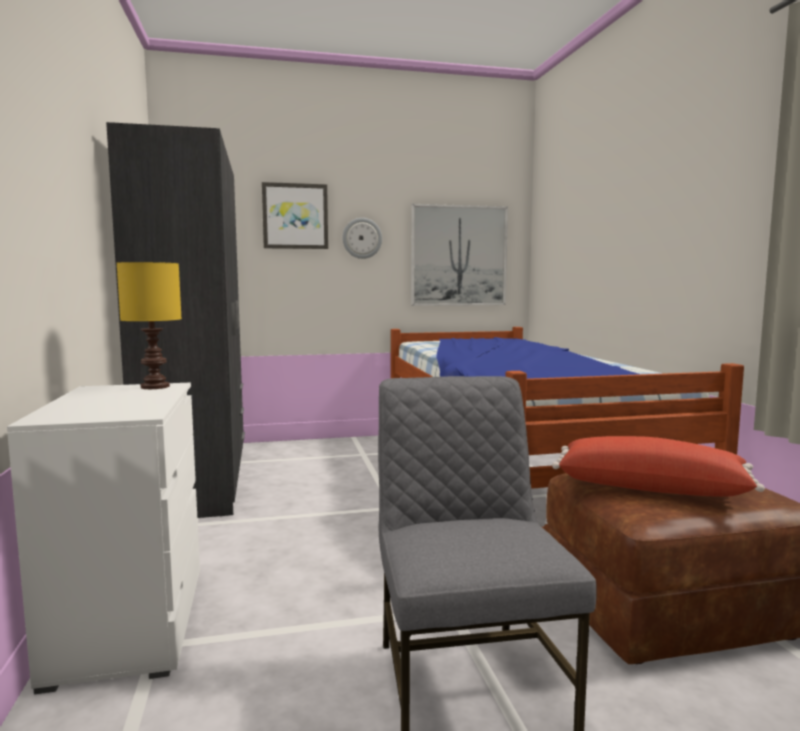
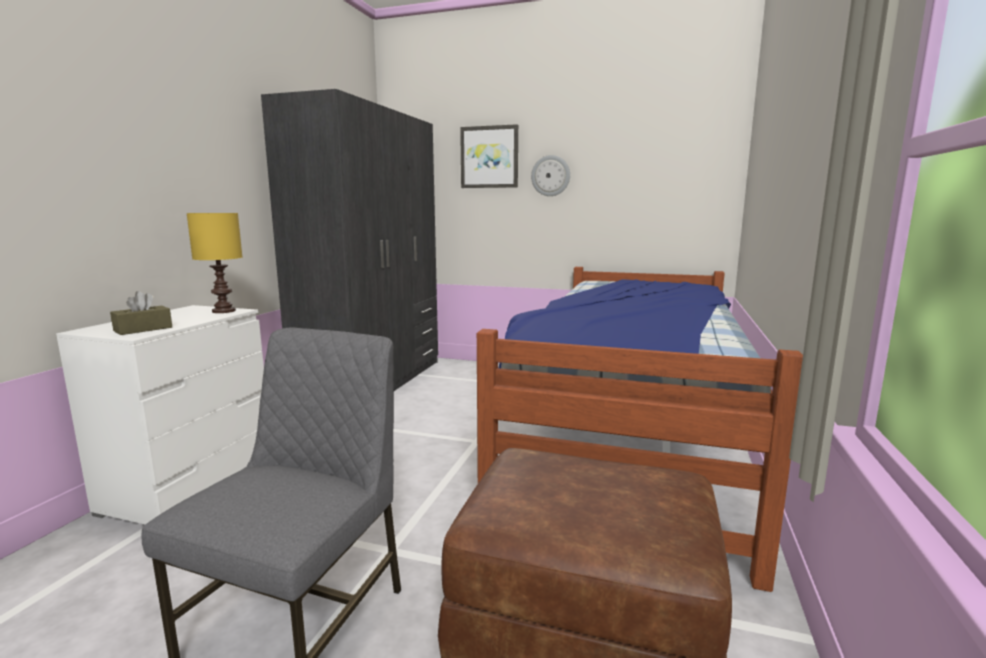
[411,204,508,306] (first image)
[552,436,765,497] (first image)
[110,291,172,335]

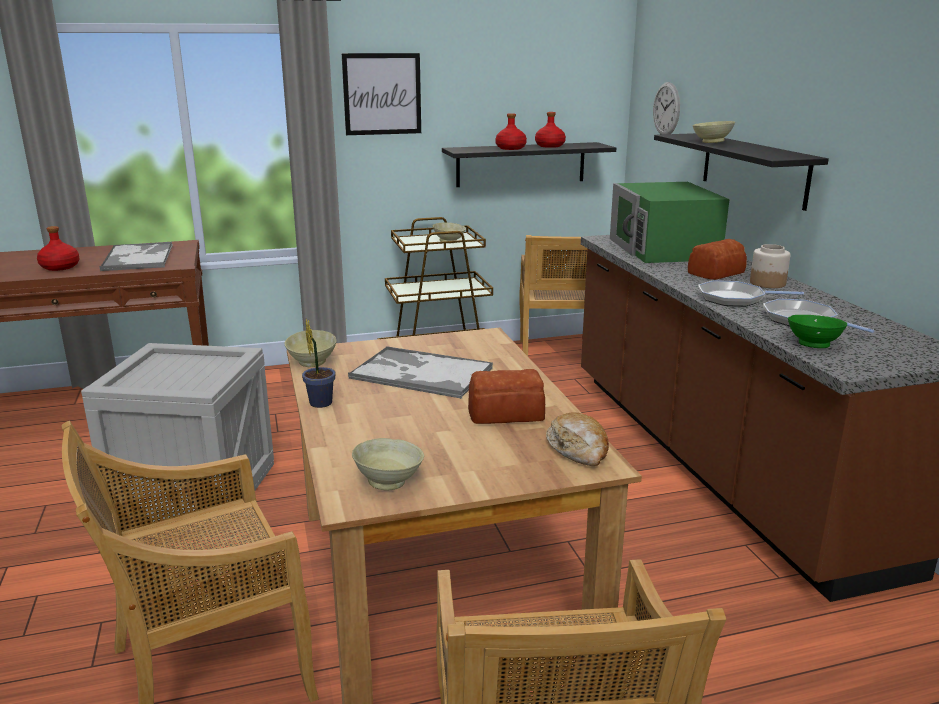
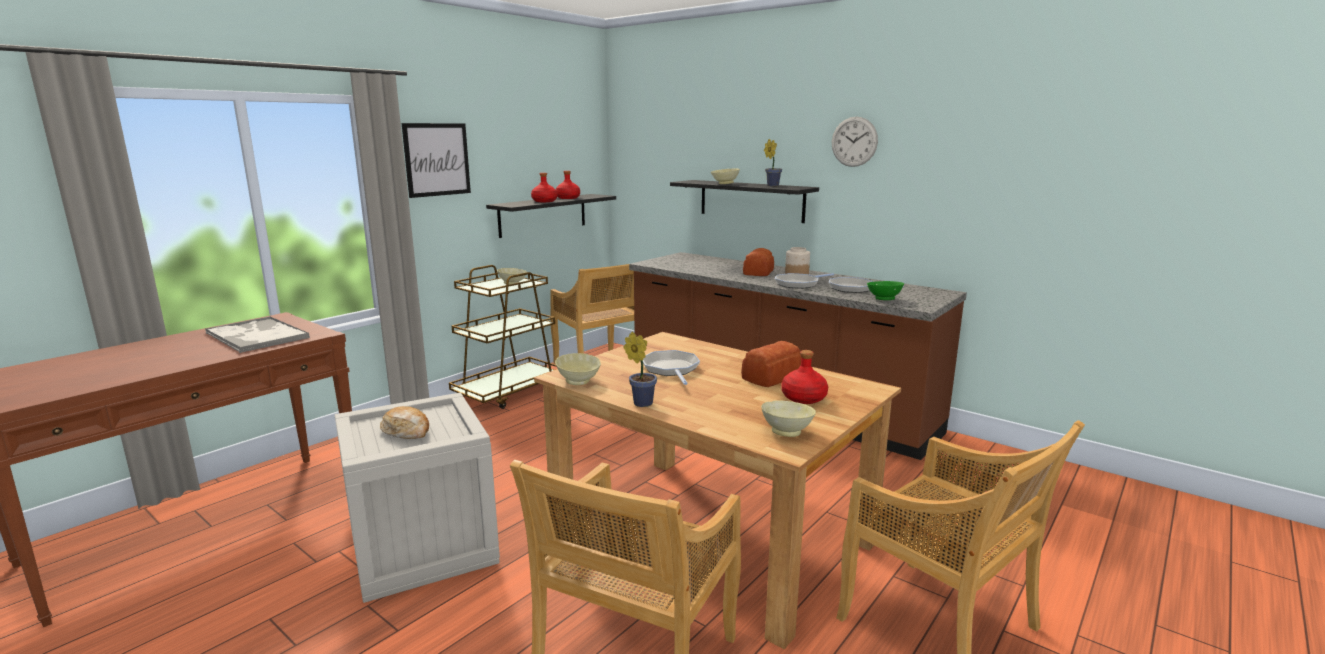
[781,350,828,404]
[643,350,700,385]
[380,406,429,439]
[610,182,730,263] (first image)
[832,117,878,167]
[764,139,782,186]

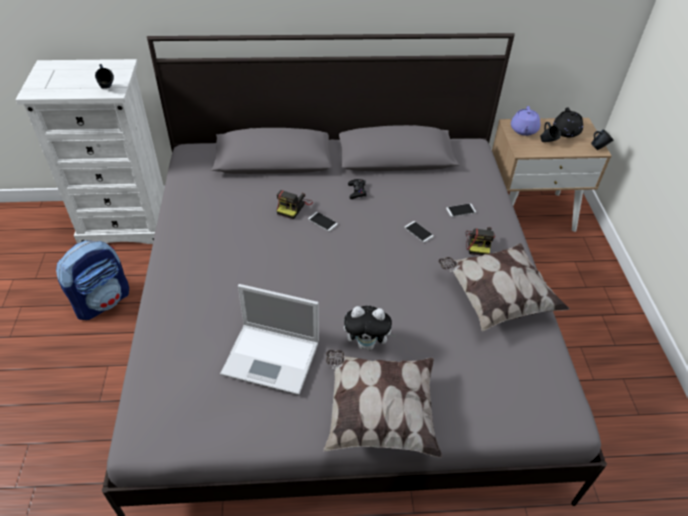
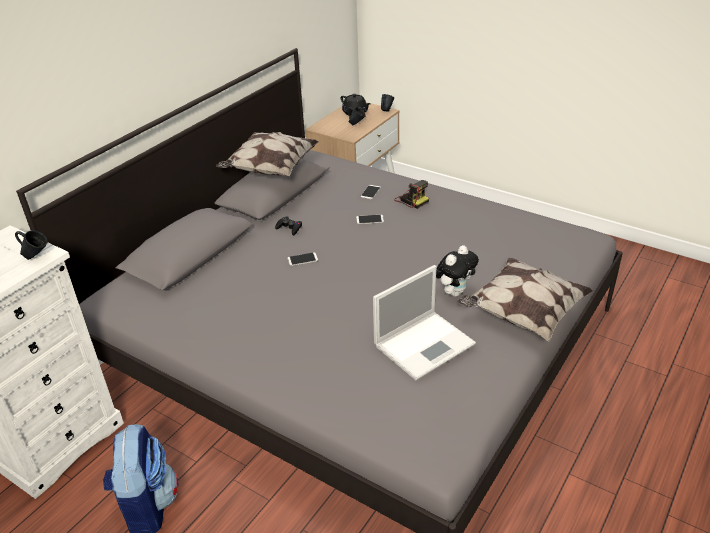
[277,190,313,219] (first image)
[216,132,319,176]
[511,106,540,136] (first image)

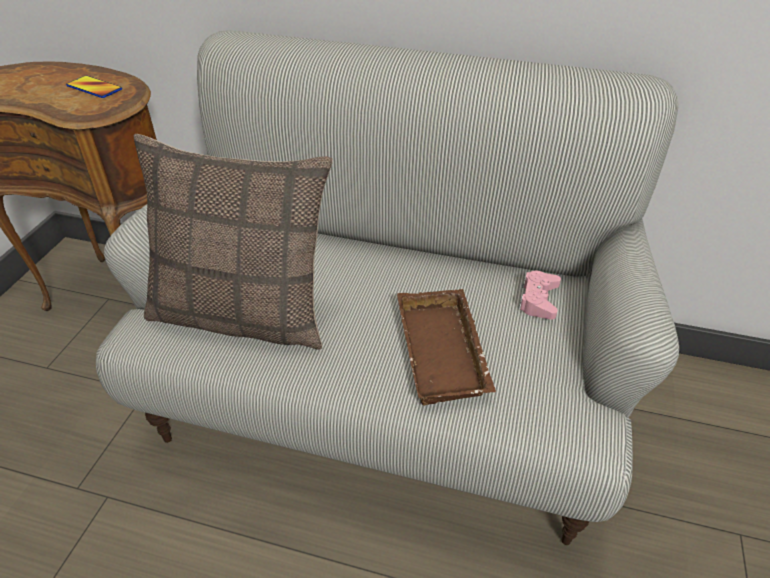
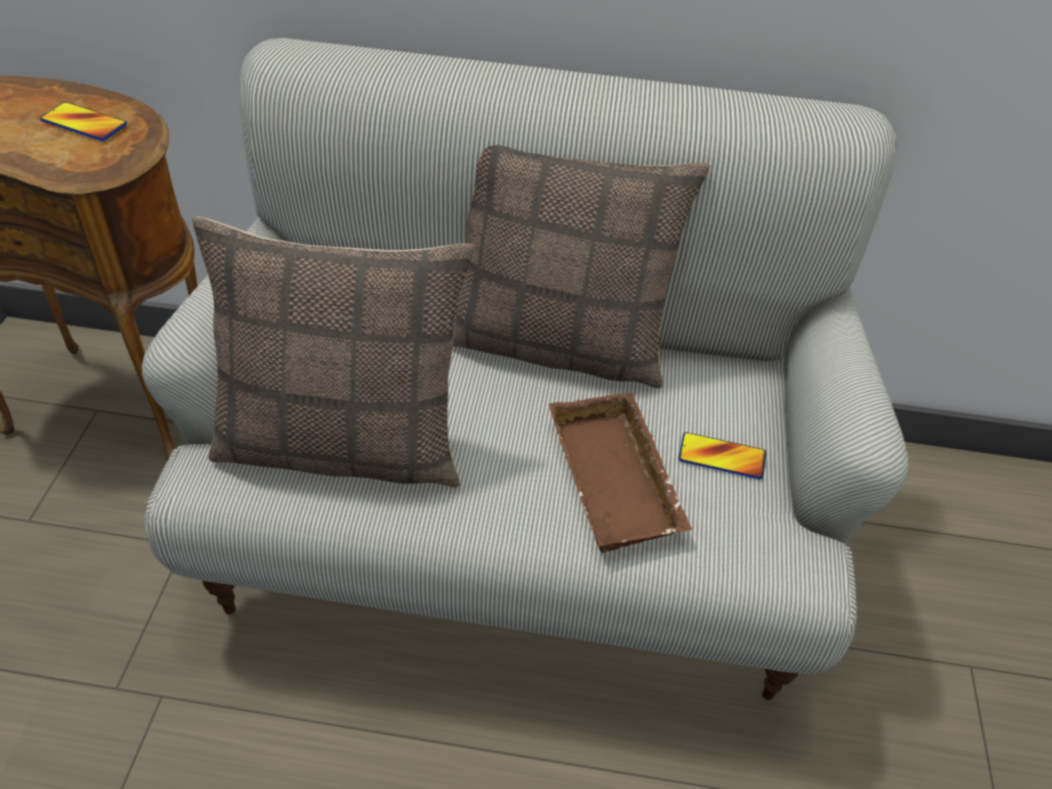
[518,270,561,320] (first image)
[453,145,710,389]
[679,432,766,479]

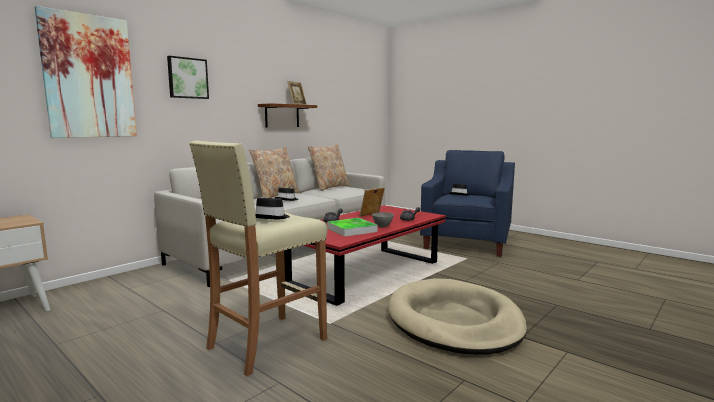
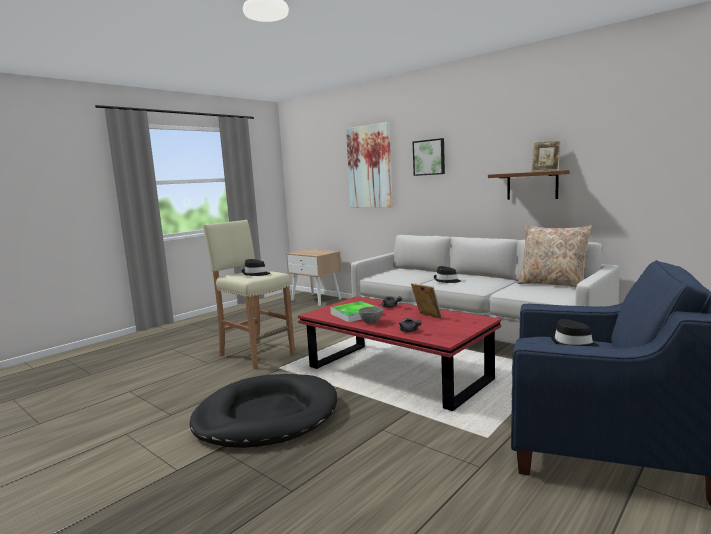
[249,147,300,198] (first image)
[189,374,337,448]

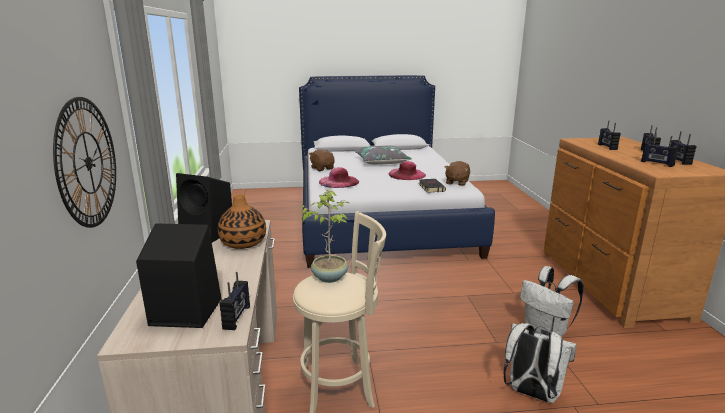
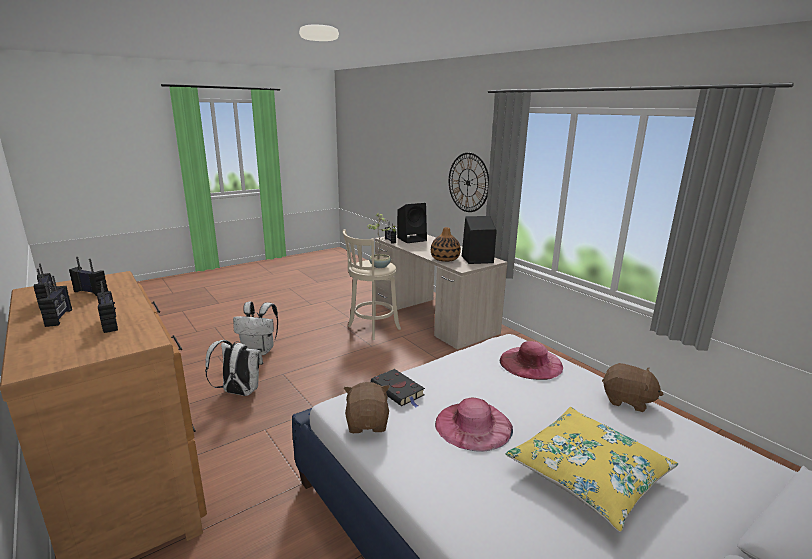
[505,407,678,532]

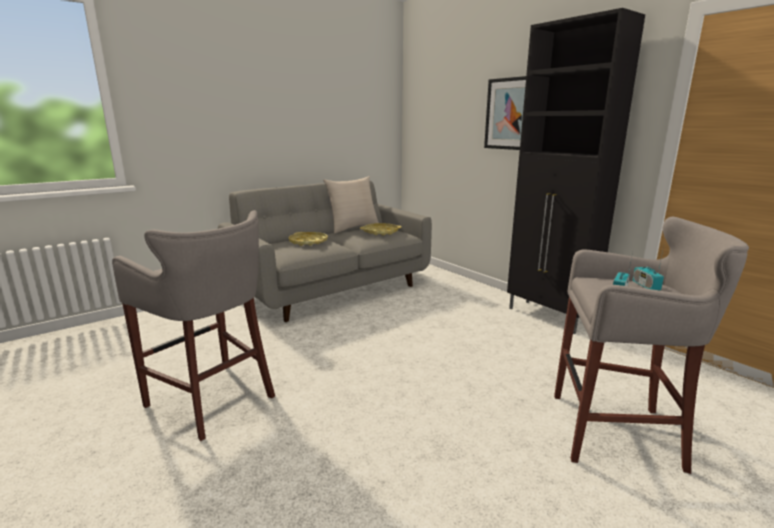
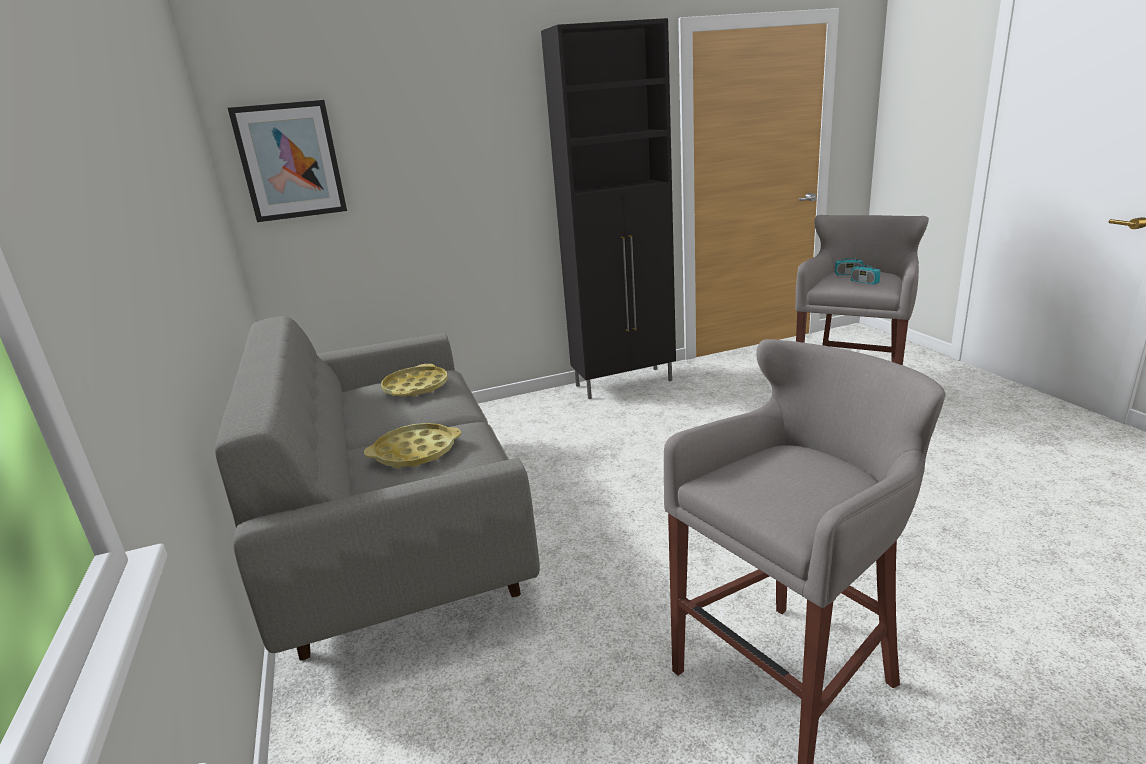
[323,176,379,233] (first image)
[228,100,347,222]

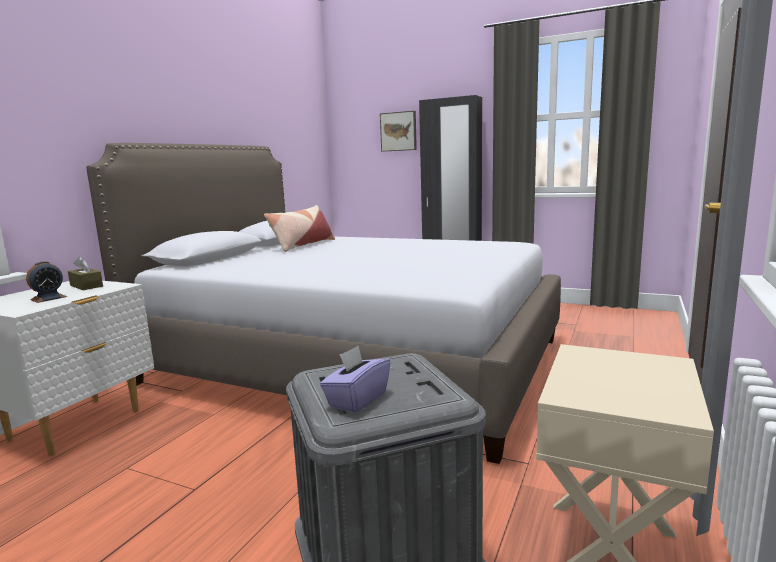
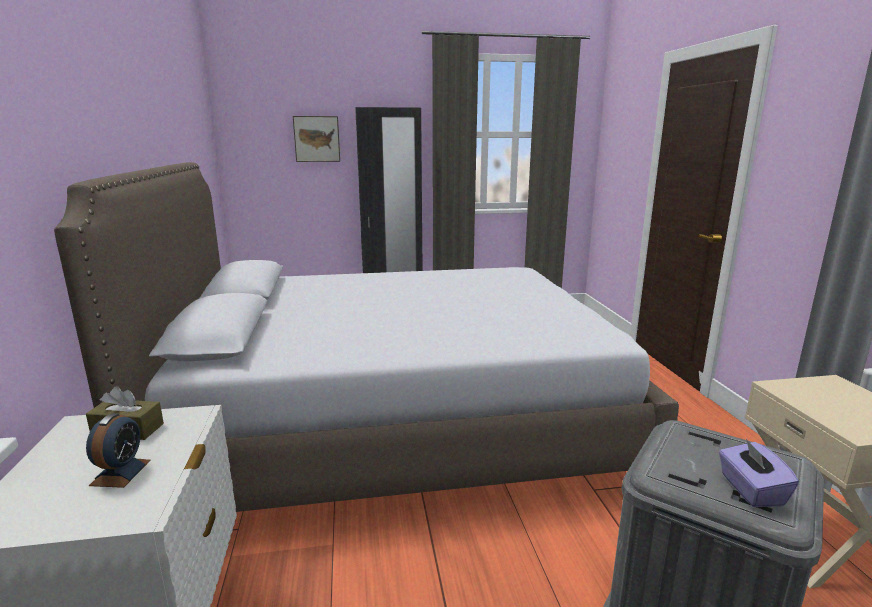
[264,205,335,252] (first image)

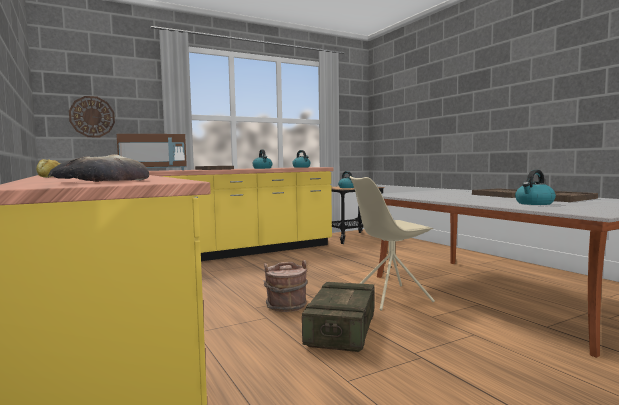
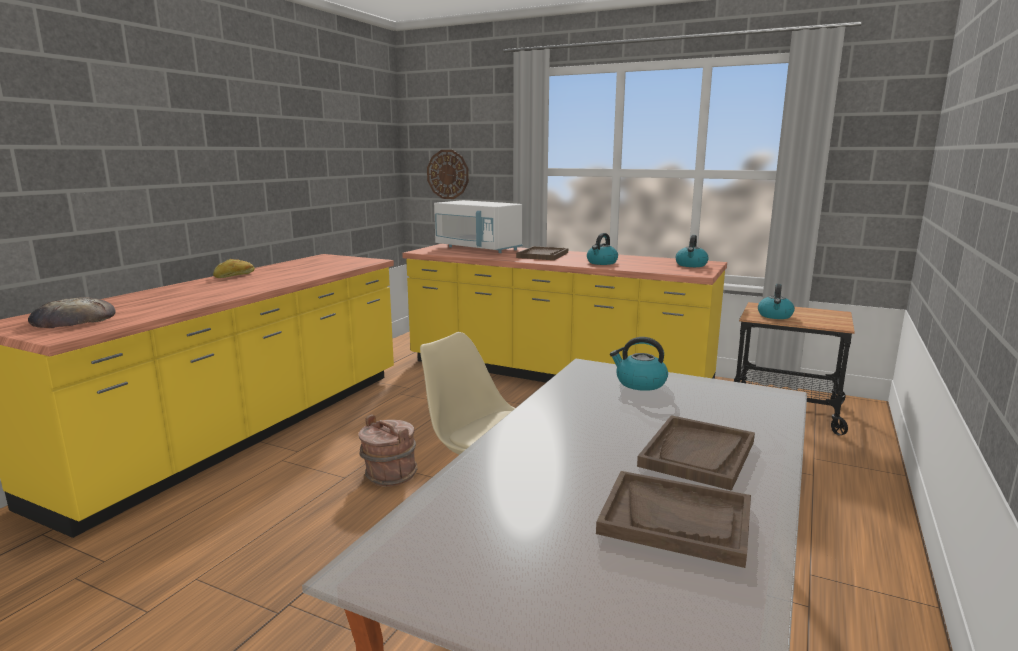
[434,200,523,253]
[302,282,374,352] (first image)
[610,337,668,391]

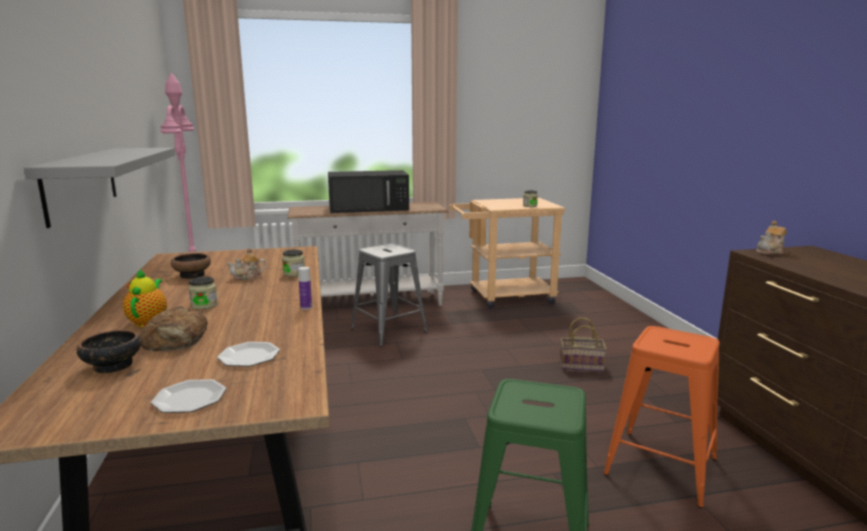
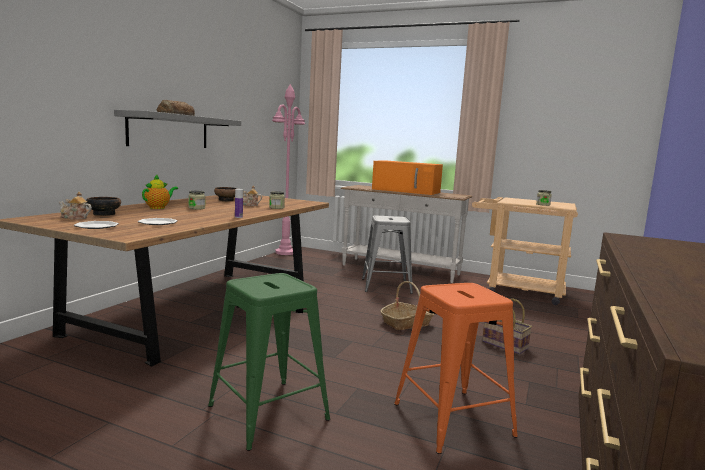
[157,100,195,116]
[372,160,443,195]
[59,192,92,219]
[380,281,434,330]

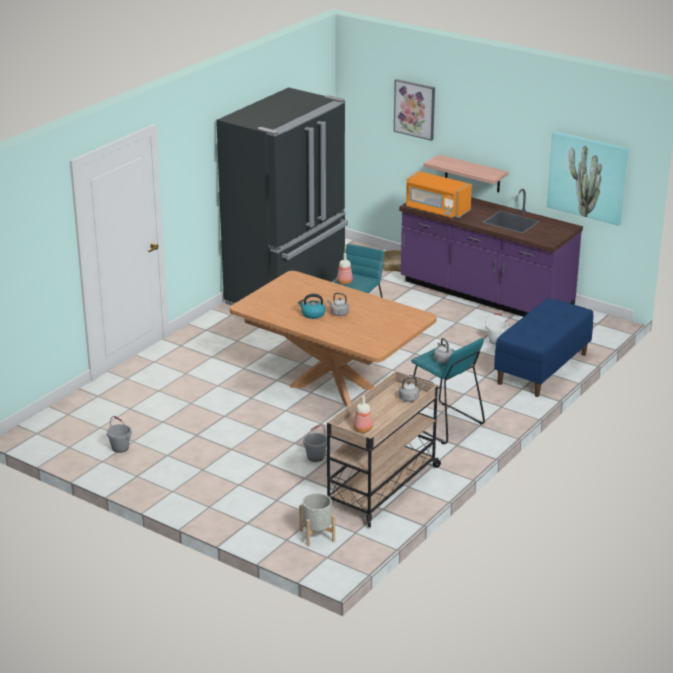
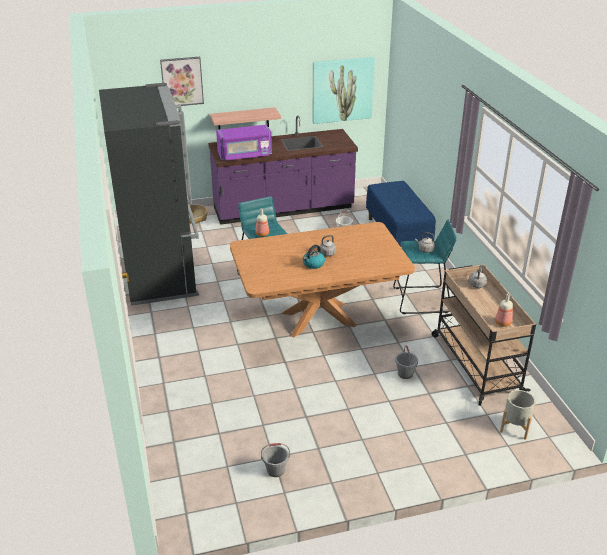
[216,124,272,161]

